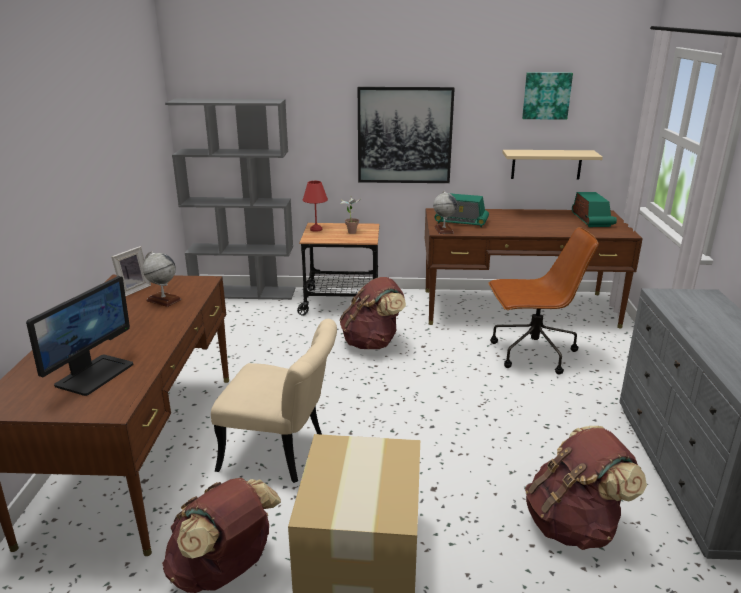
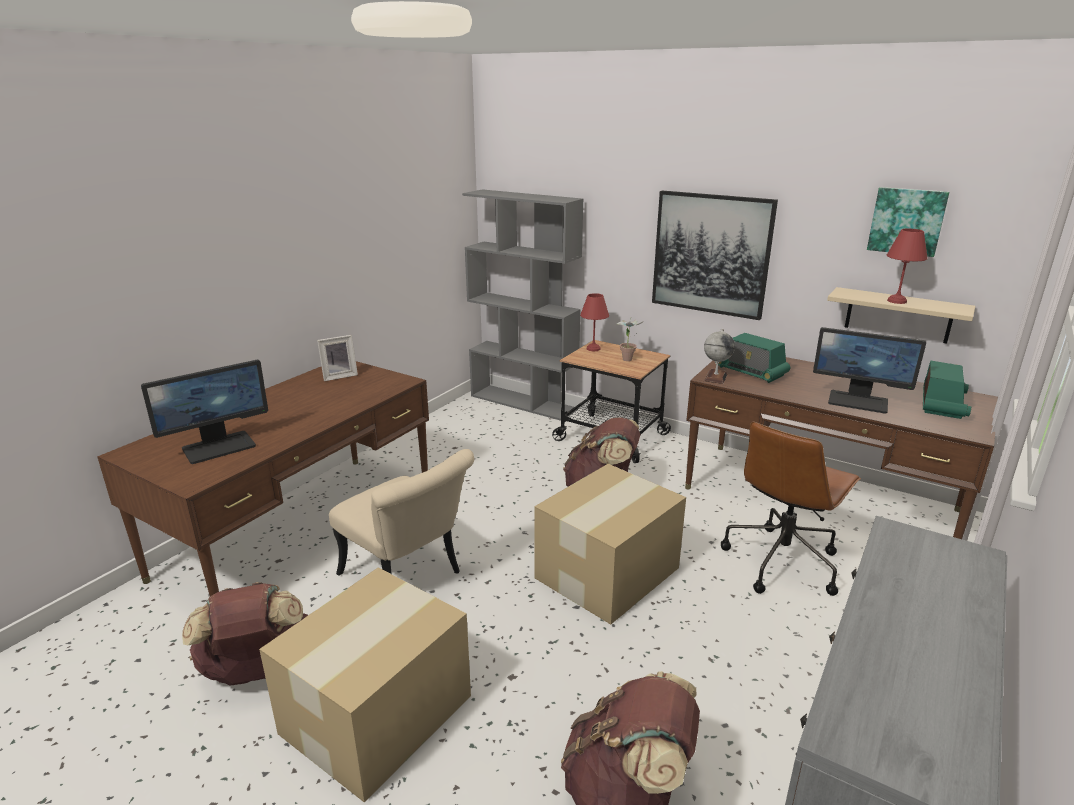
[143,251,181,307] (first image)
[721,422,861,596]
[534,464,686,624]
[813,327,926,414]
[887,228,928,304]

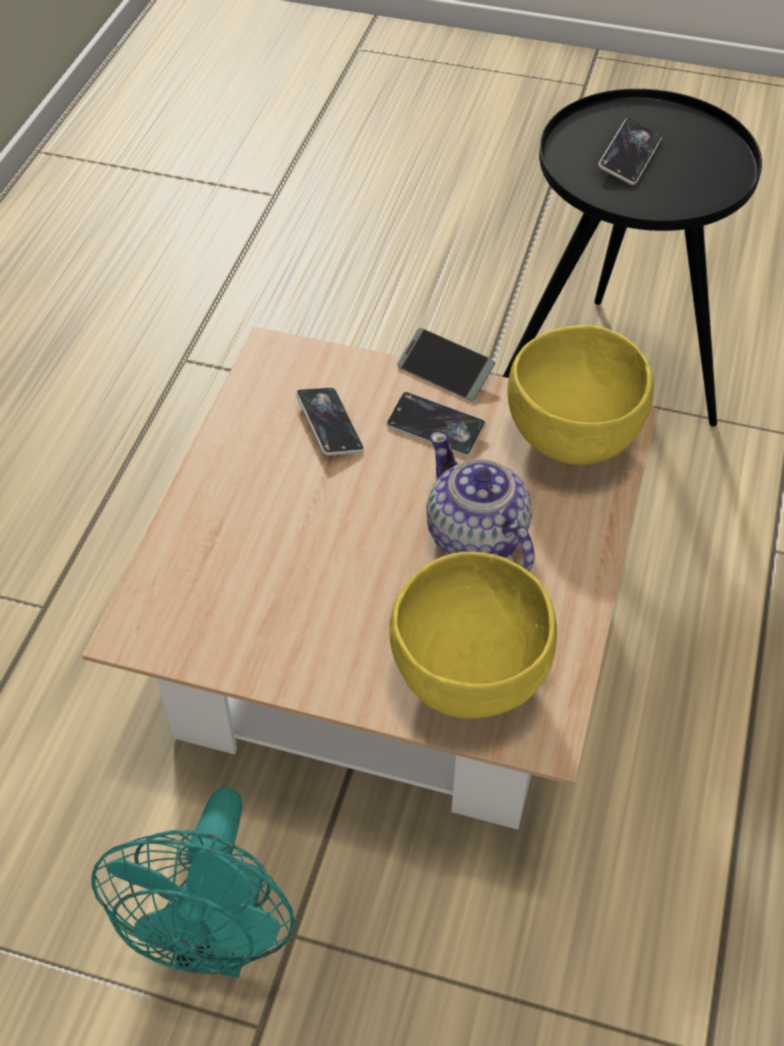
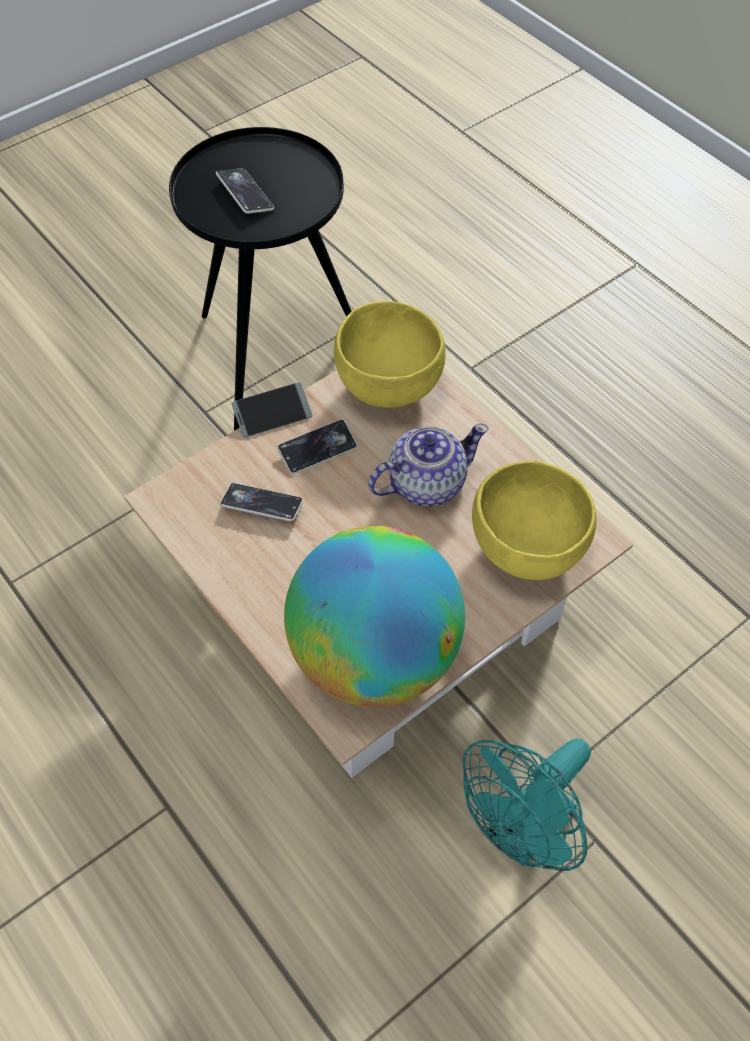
[462,738,591,871]
[368,424,488,506]
[284,526,465,707]

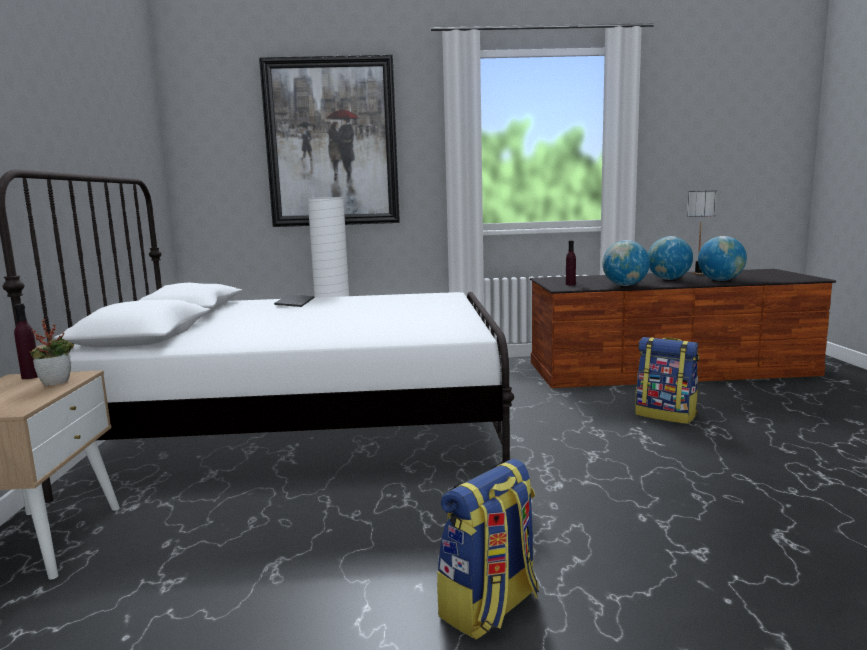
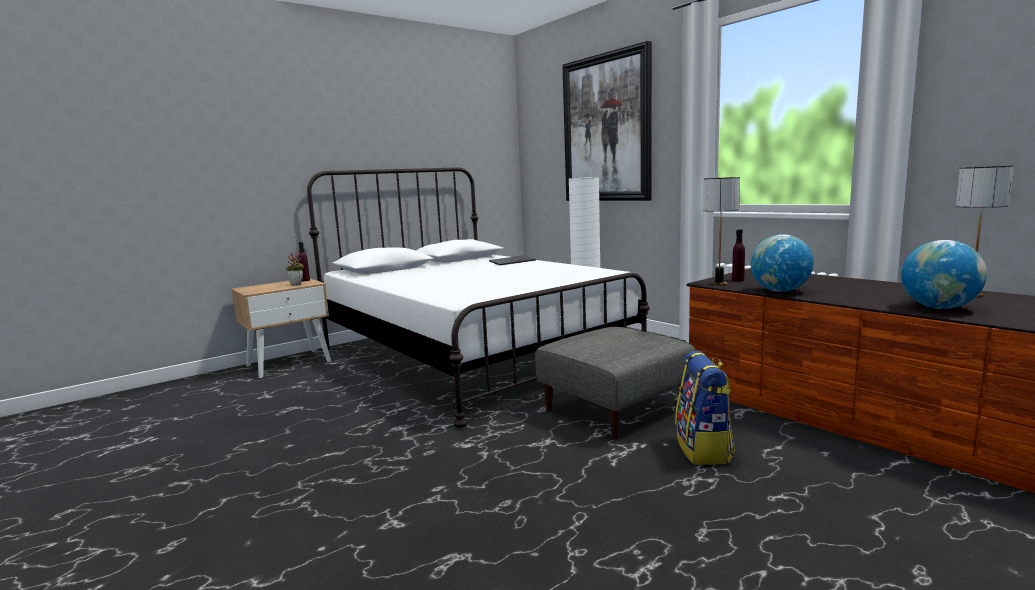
[437,459,539,640] (first image)
[648,236,693,280] (first image)
[535,327,695,440]
[703,177,740,285]

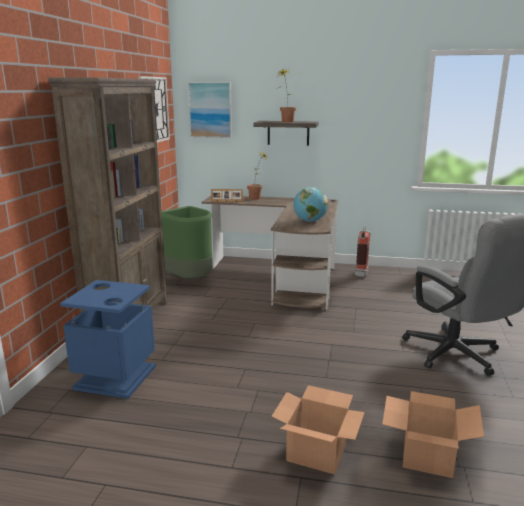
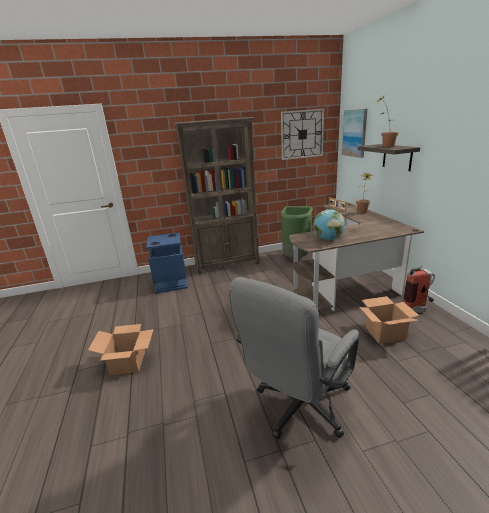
[360,296,419,344]

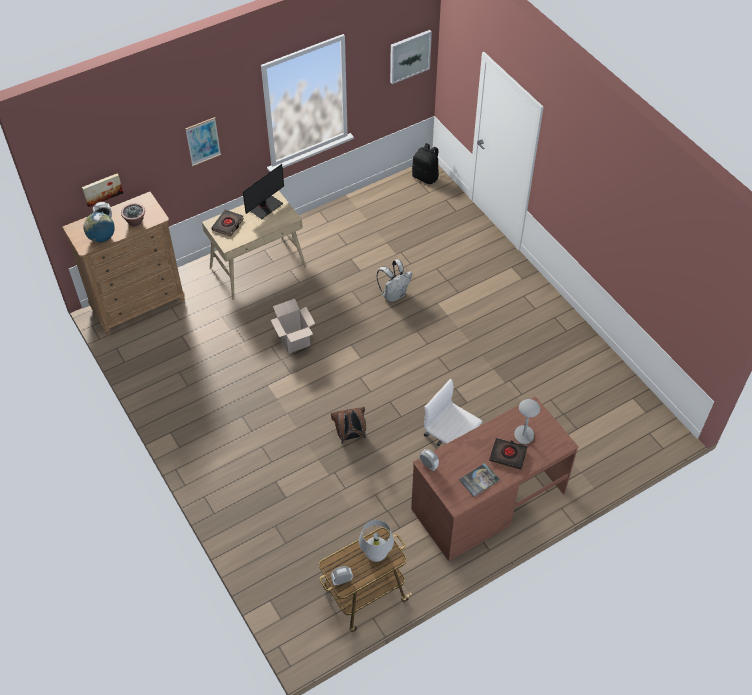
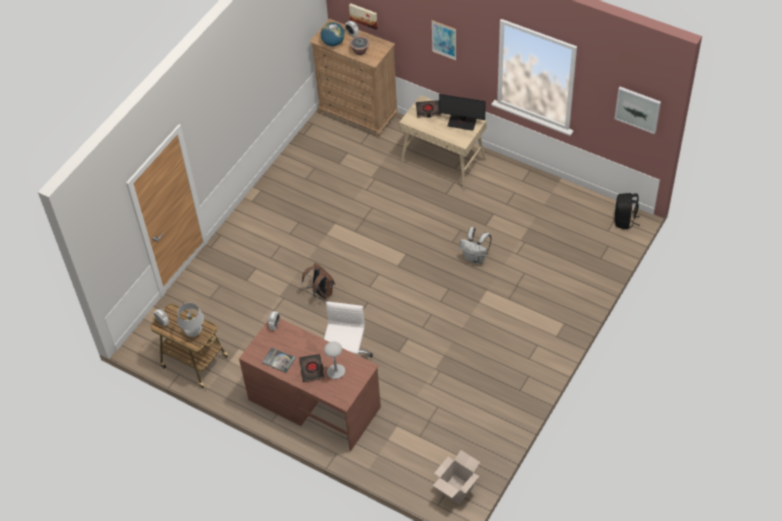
[433,450,480,504]

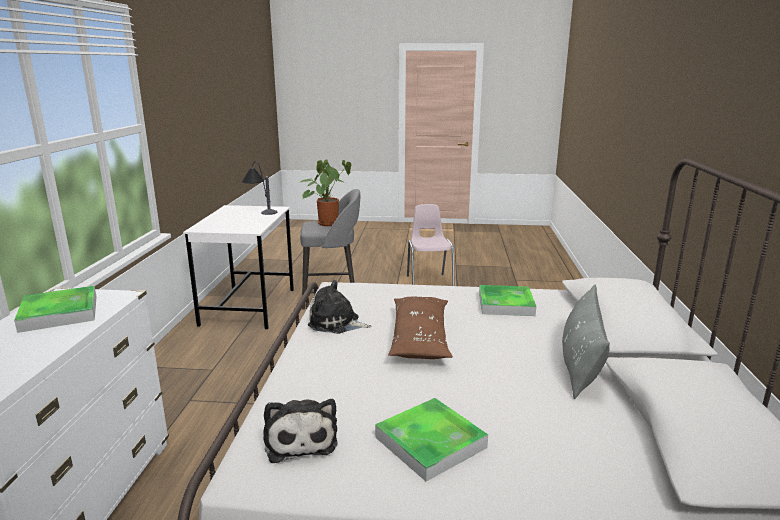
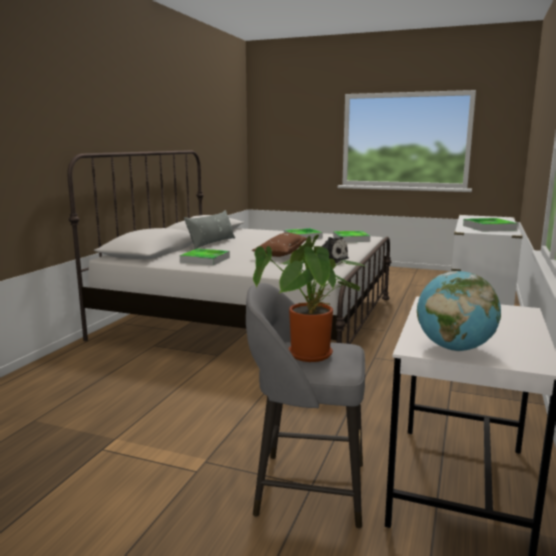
[417,271,501,351]
[333,231,370,242]
[407,204,455,286] (first image)

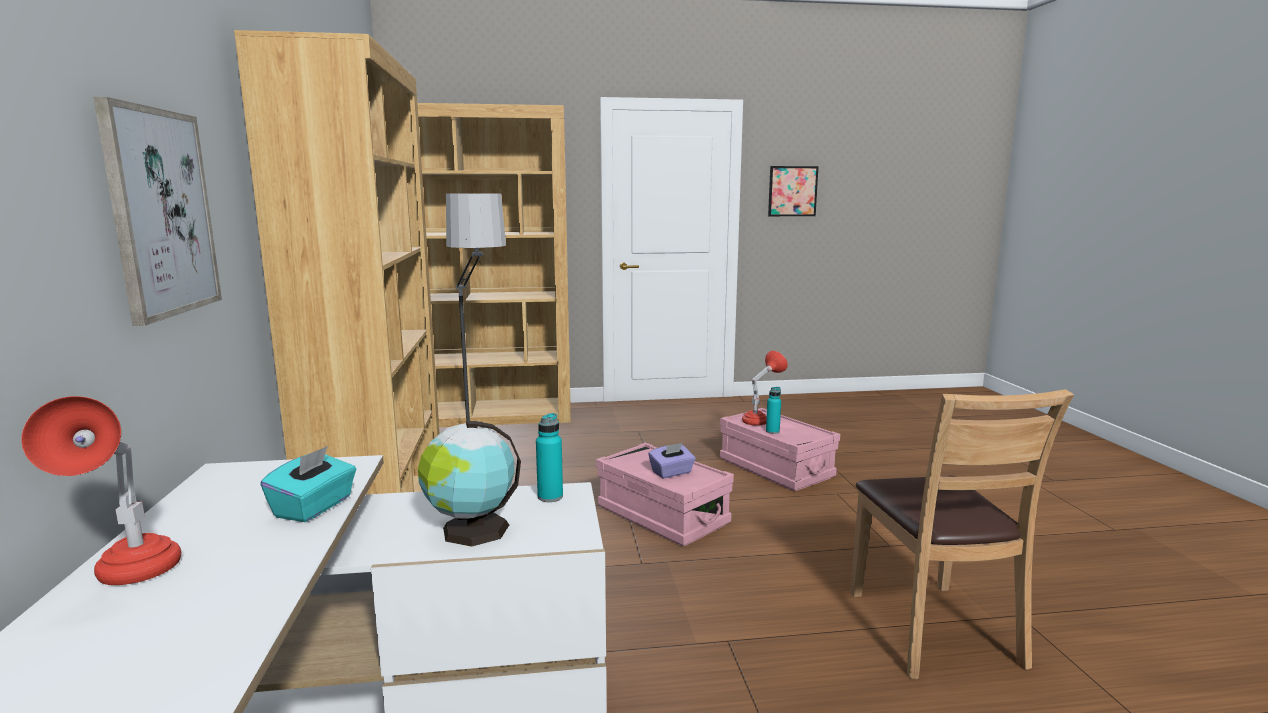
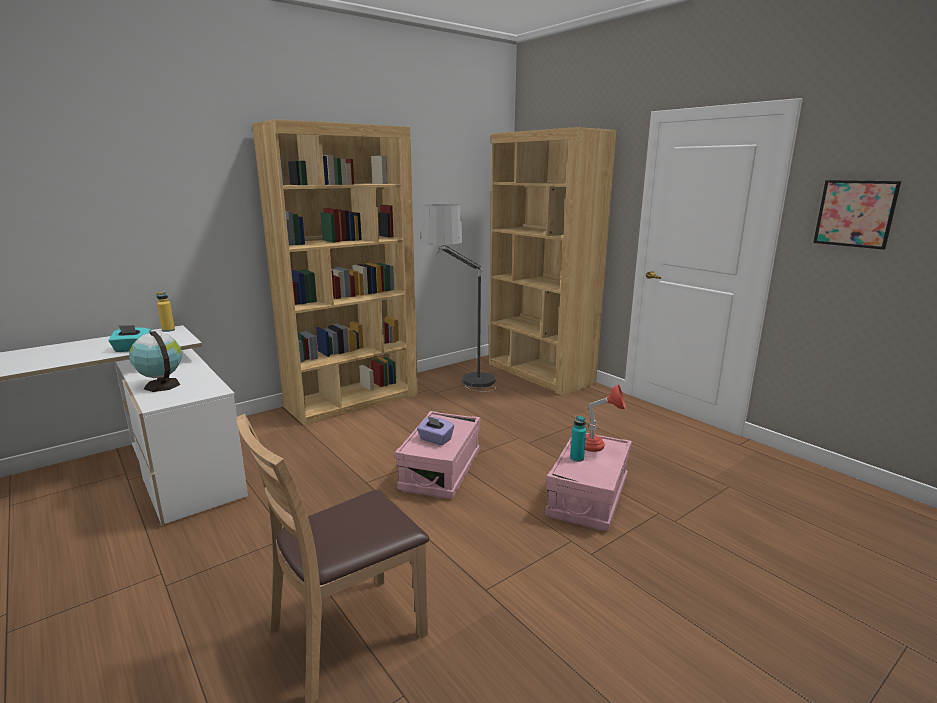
[21,396,181,585] (first image)
[93,97,222,326] (first image)
[536,413,563,502] (first image)
[156,292,175,332]

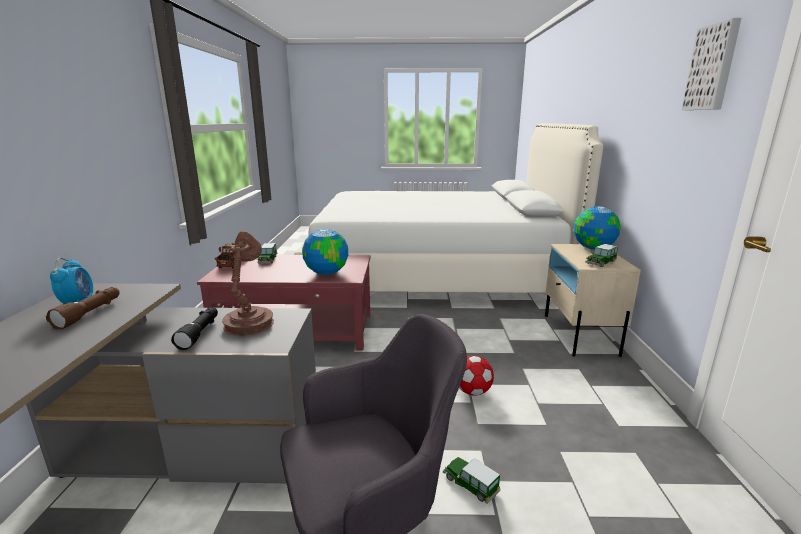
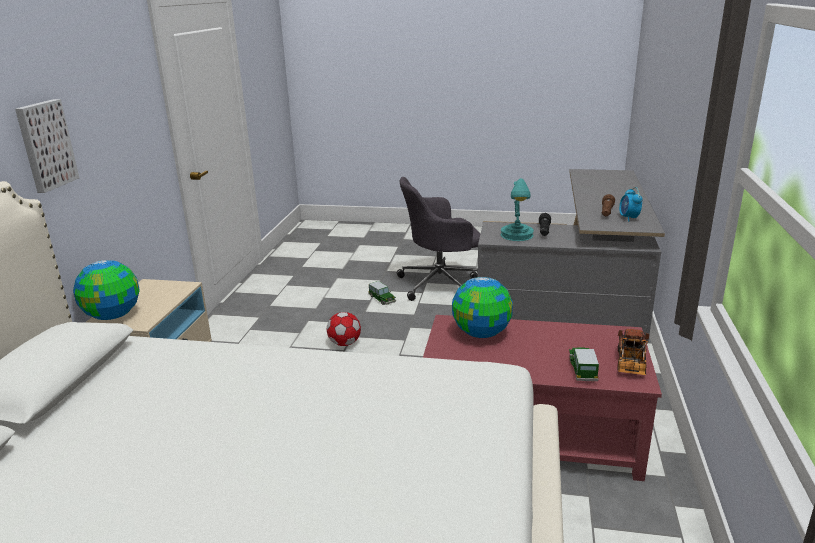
[501,178,534,241]
[585,244,618,267] (first image)
[15,99,79,193]

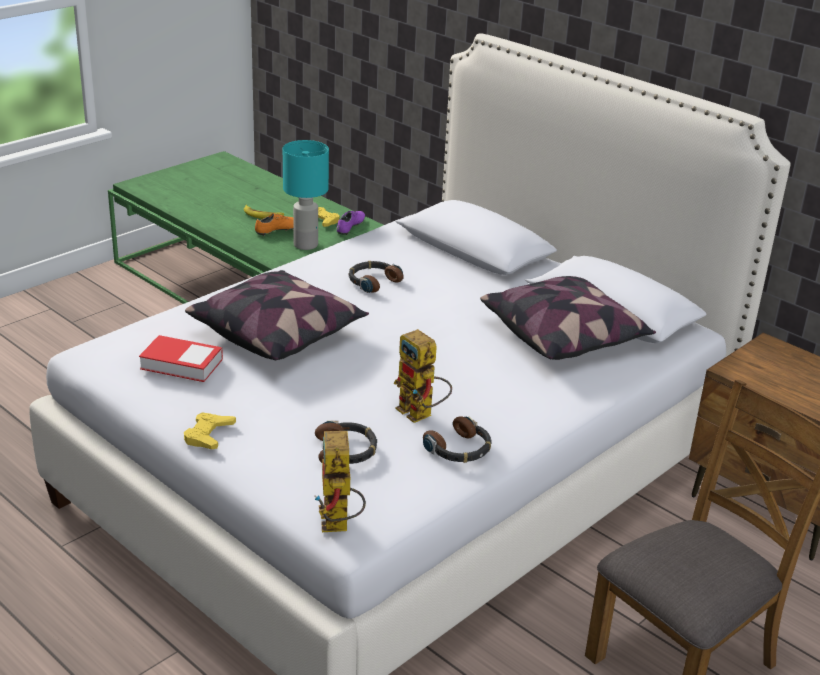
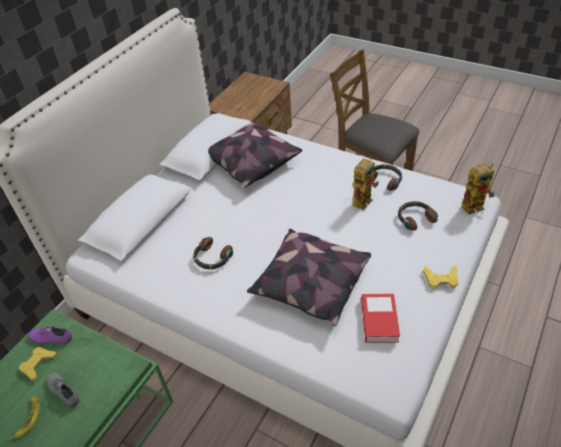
[47,372,79,407]
[283,140,329,250] (first image)

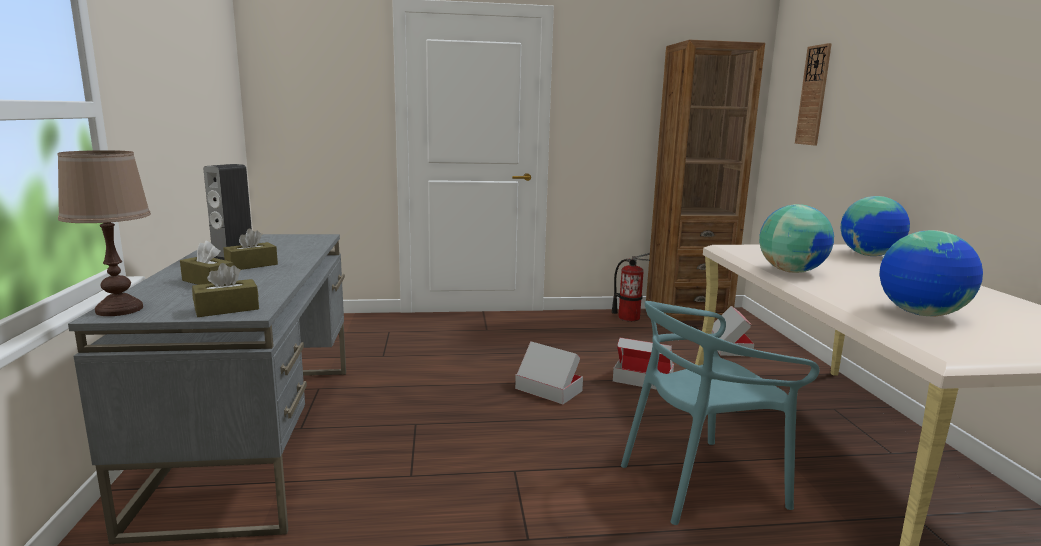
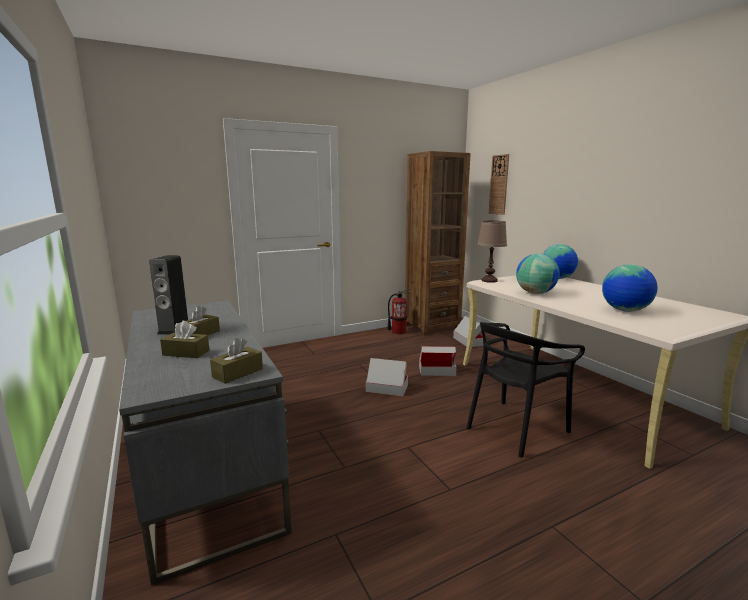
[477,221,507,283]
[466,322,585,458]

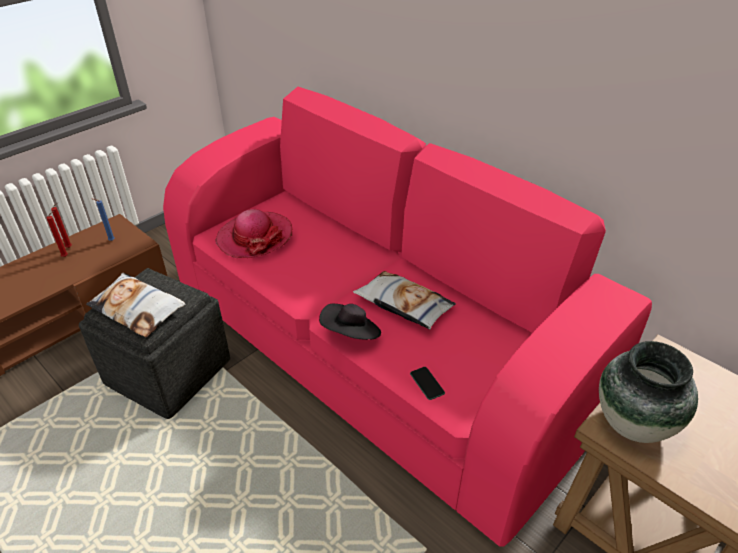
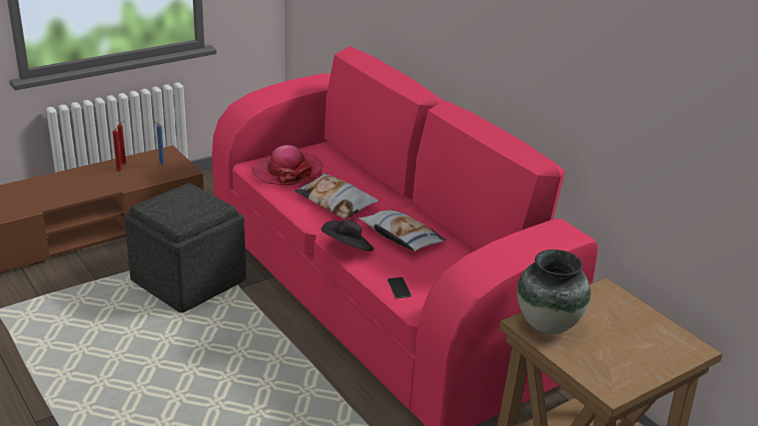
[295,173,378,219]

